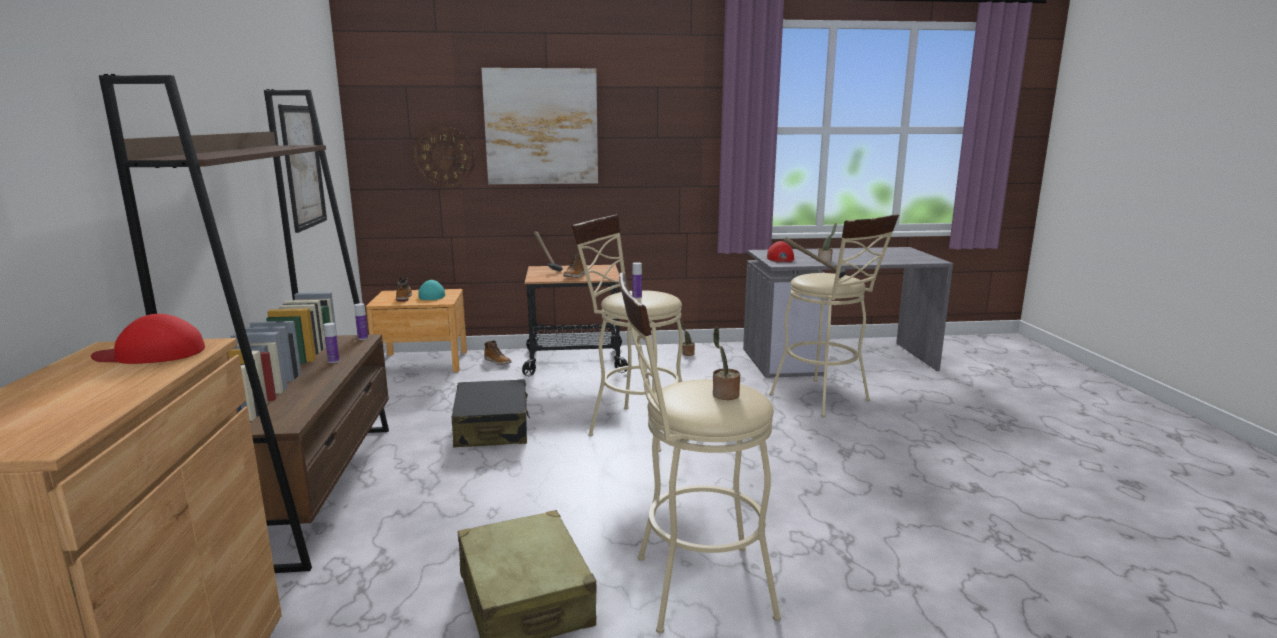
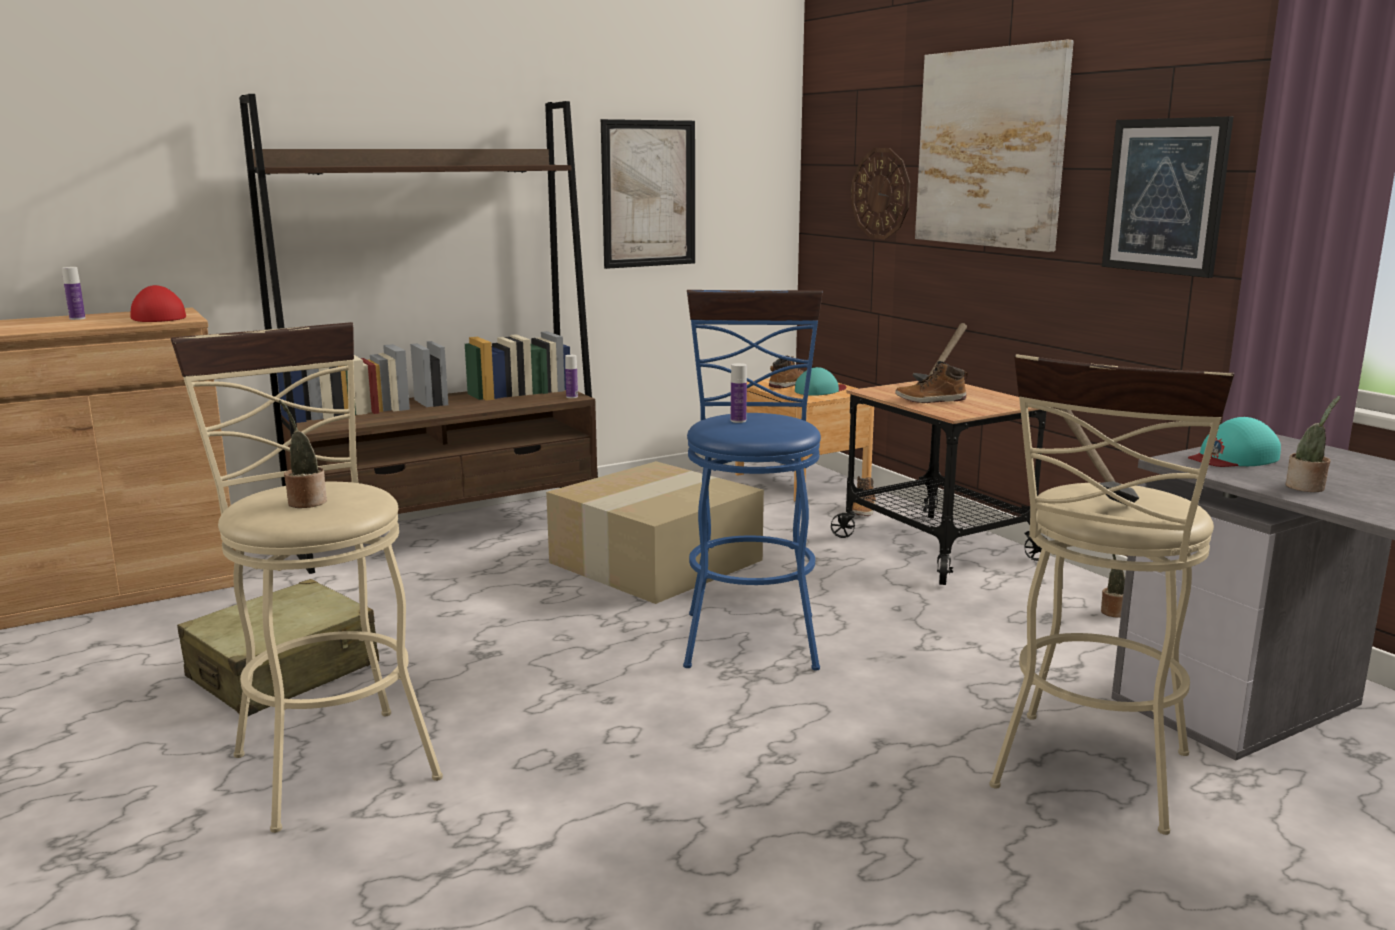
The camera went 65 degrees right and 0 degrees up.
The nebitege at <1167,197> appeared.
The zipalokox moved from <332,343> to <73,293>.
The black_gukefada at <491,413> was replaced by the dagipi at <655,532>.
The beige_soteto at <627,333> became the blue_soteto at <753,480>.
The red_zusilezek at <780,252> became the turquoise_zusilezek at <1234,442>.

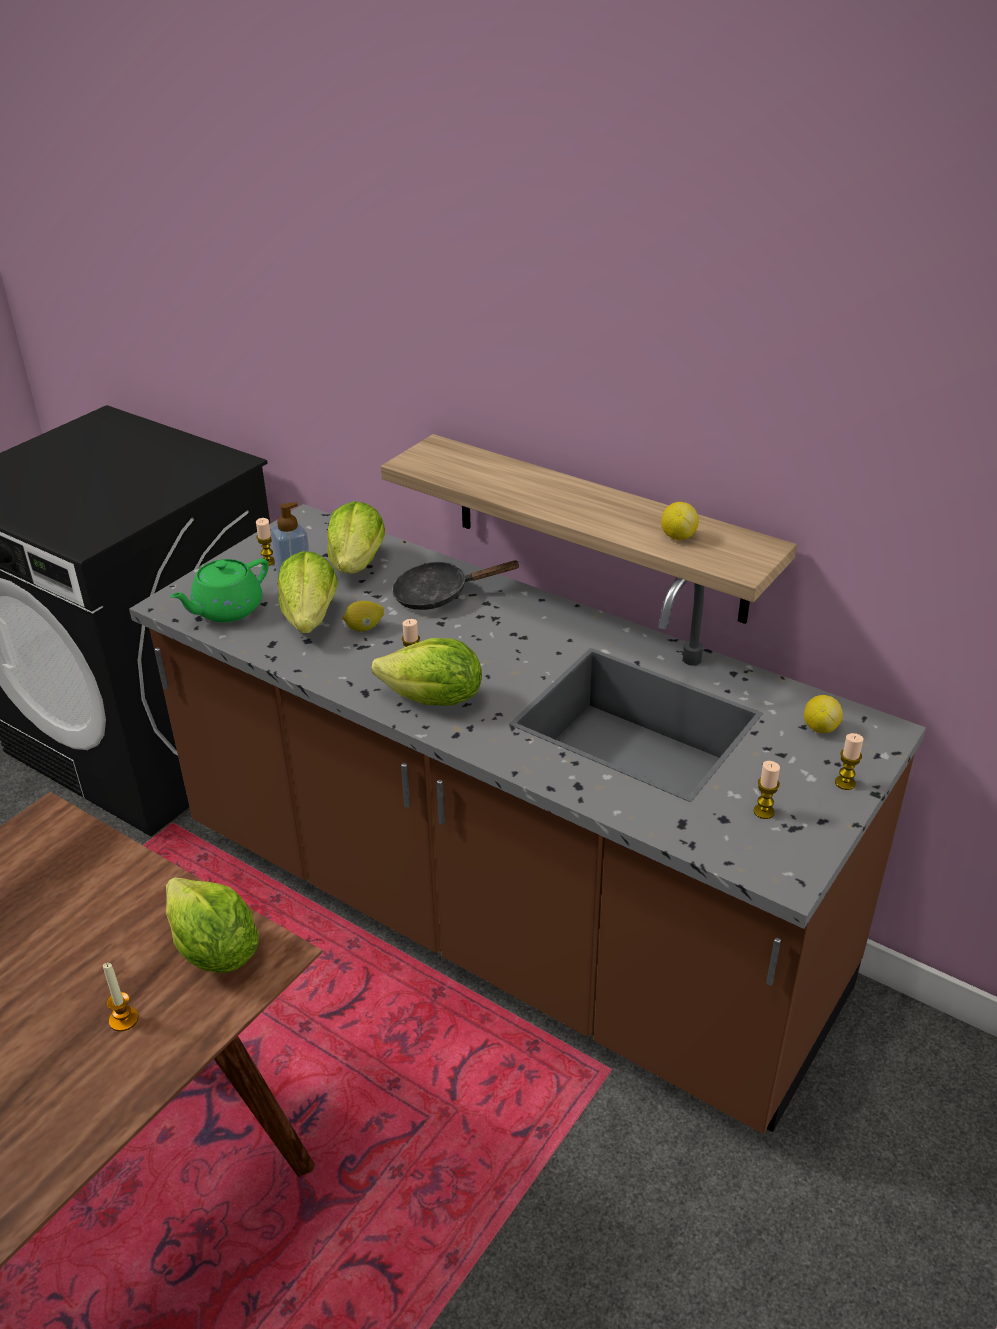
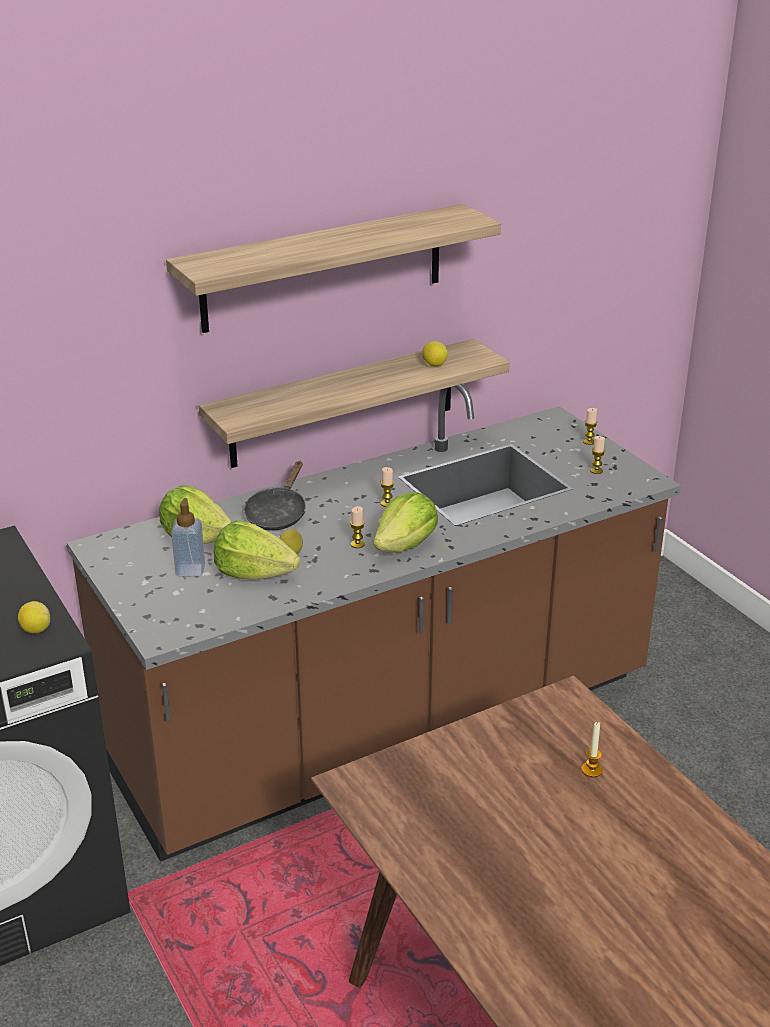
The camera went 65 degrees left and 5 degrees down.
The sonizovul at <212,925> disappeared.
The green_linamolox at <219,590> disappeared.
The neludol at <333,268> appeared.
The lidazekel moved from <265,542> to <387,487>.
The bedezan moved from <823,714> to <34,617>.

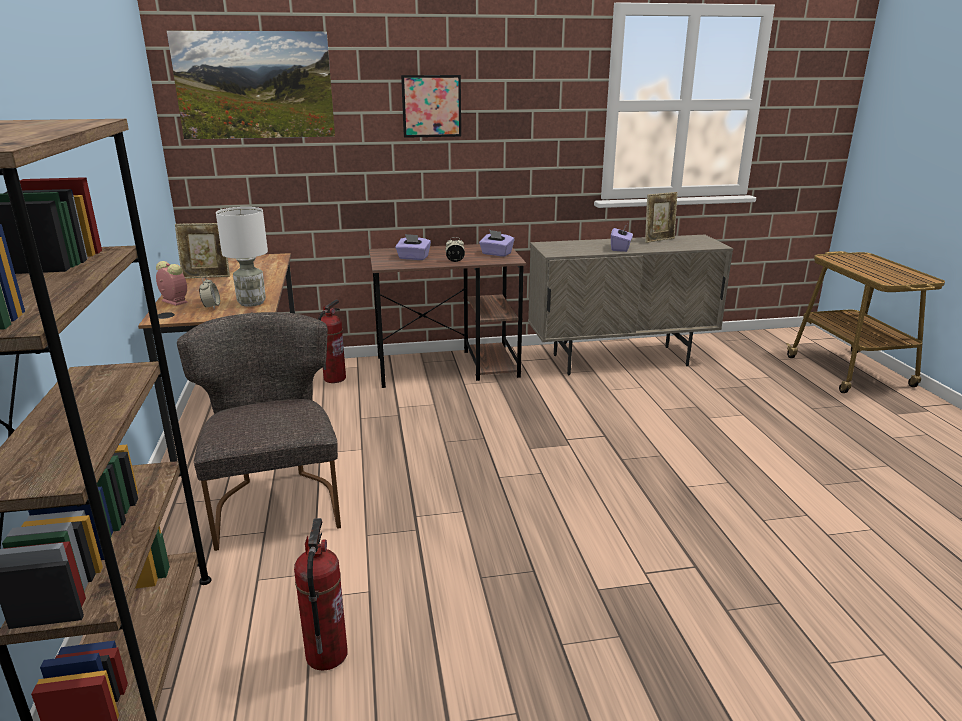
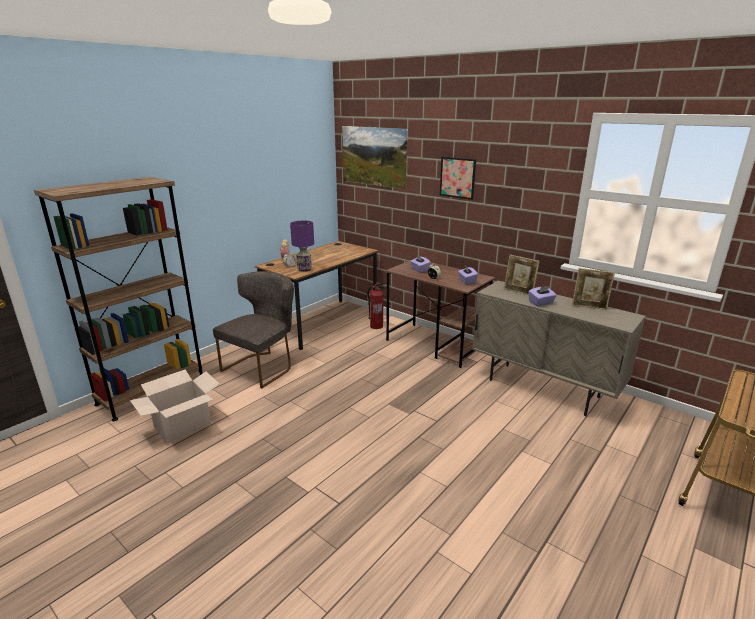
The camera went 50 degrees right and 0 degrees up.
The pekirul moved from <202,251> to <521,274>.
The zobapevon at <321,594> was replaced by the dagipi at <174,406>.
The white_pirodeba at <242,257> became the purple_pirodeba at <302,246>.

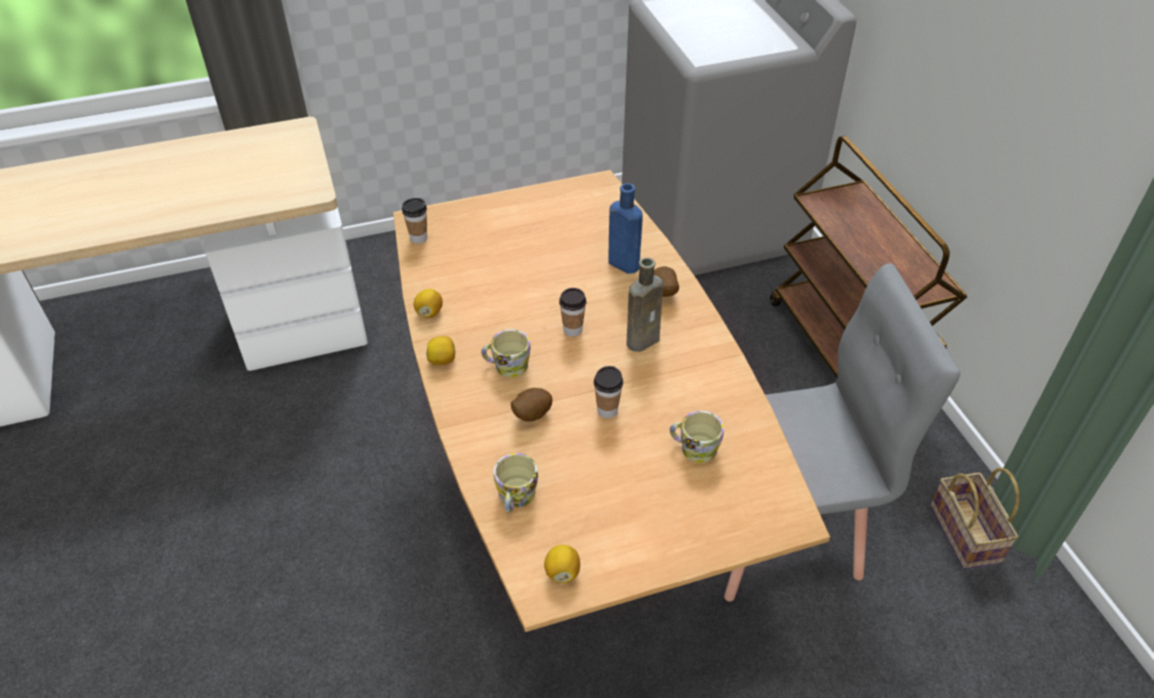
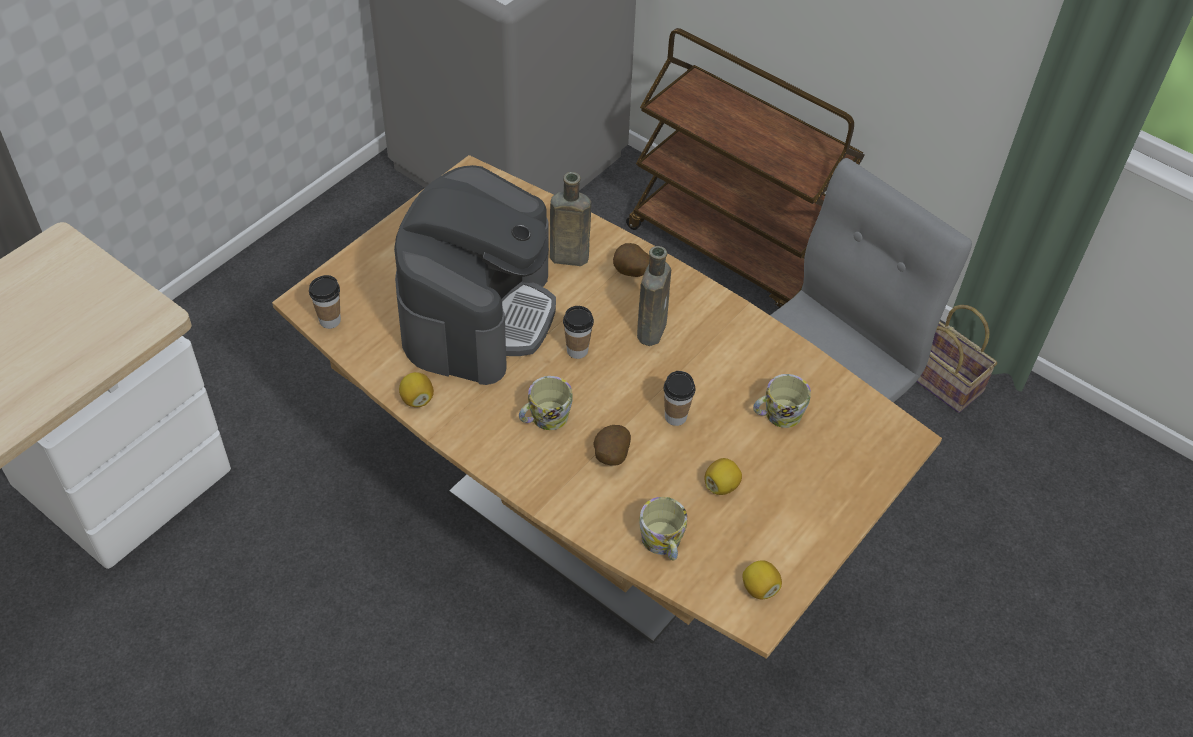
The camera went 35 degrees left and 5 degrees up.
The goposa at <475,275> appeared.
The bedezan moved from <440,350> to <723,476>.
The blue_zipalokox at <625,228> became the brown_zipalokox at <570,219>.

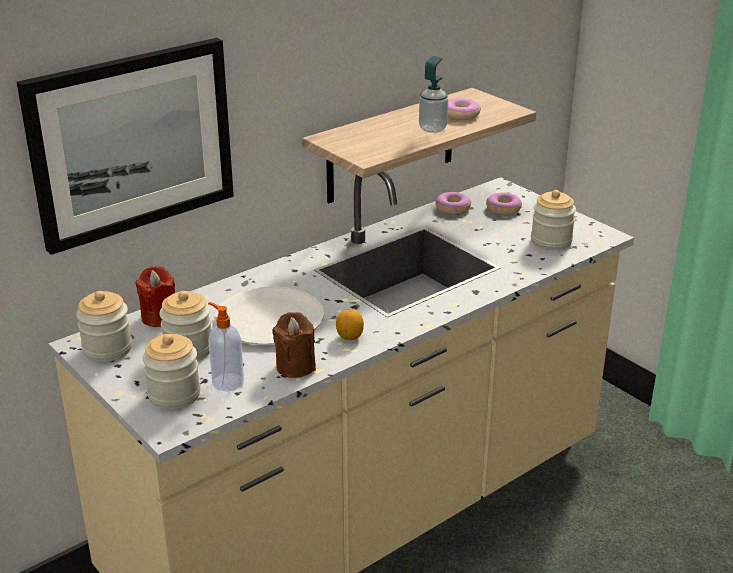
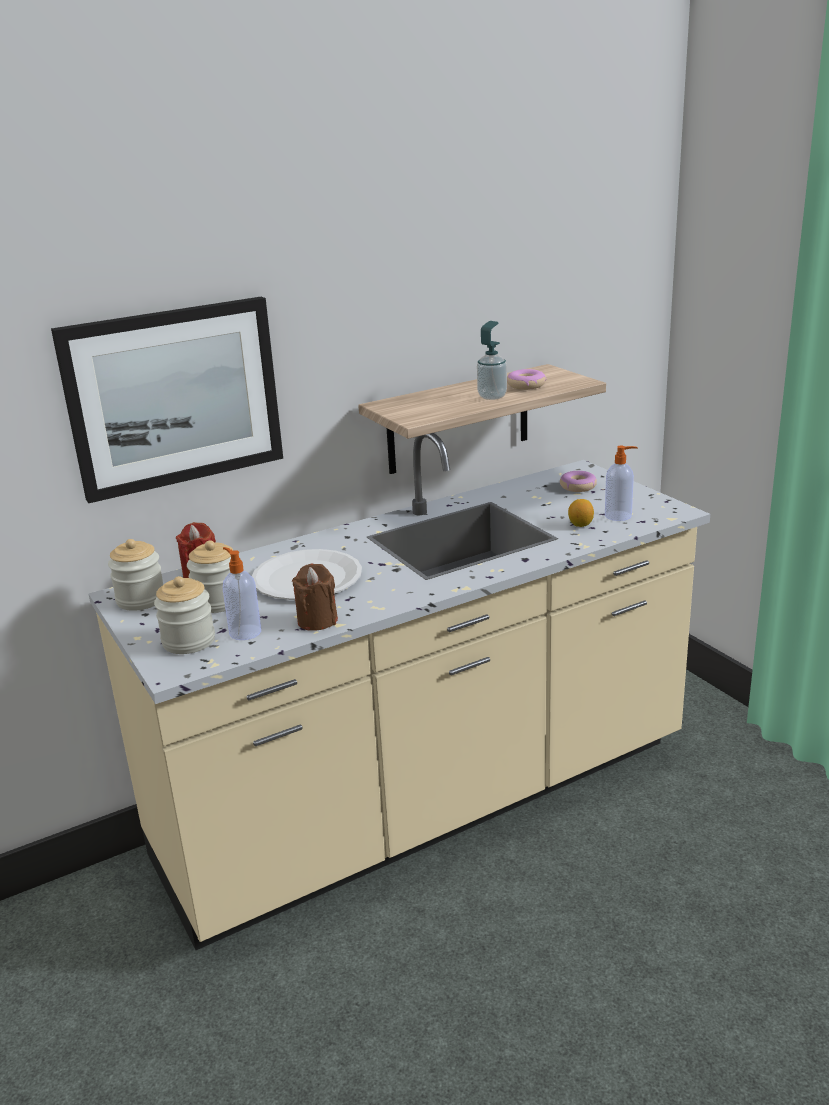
The camera went 10 degrees right and 5 degrees down.
The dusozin at <453,203> disappeared.
The bedezan moved from <350,325> to <581,513>.
The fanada at <553,220> was replaced by the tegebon at <621,483>.

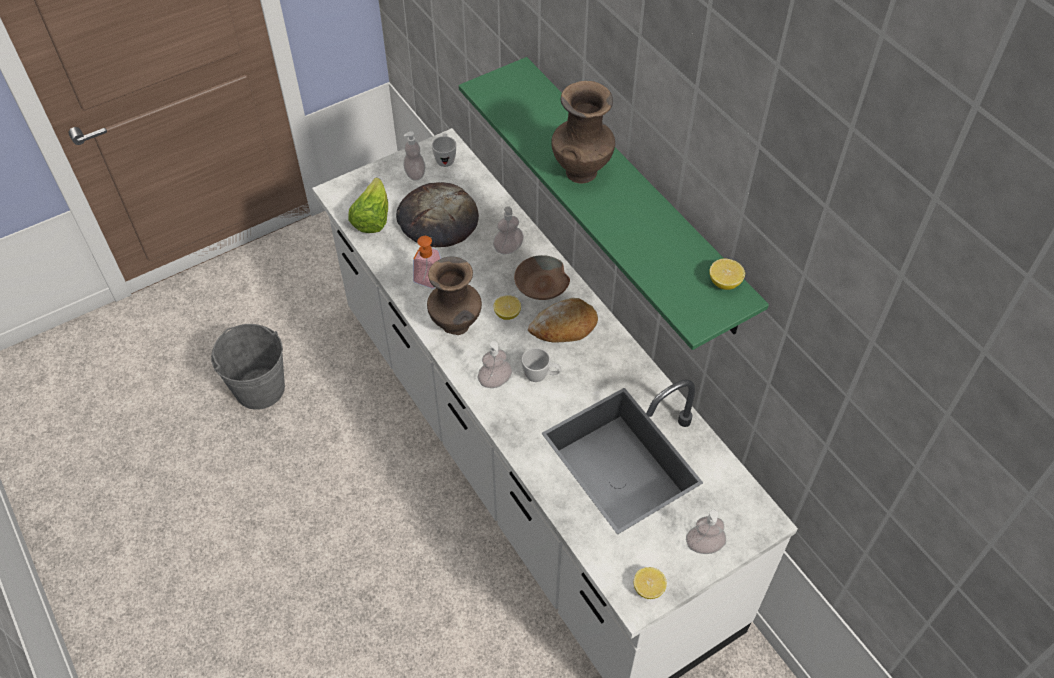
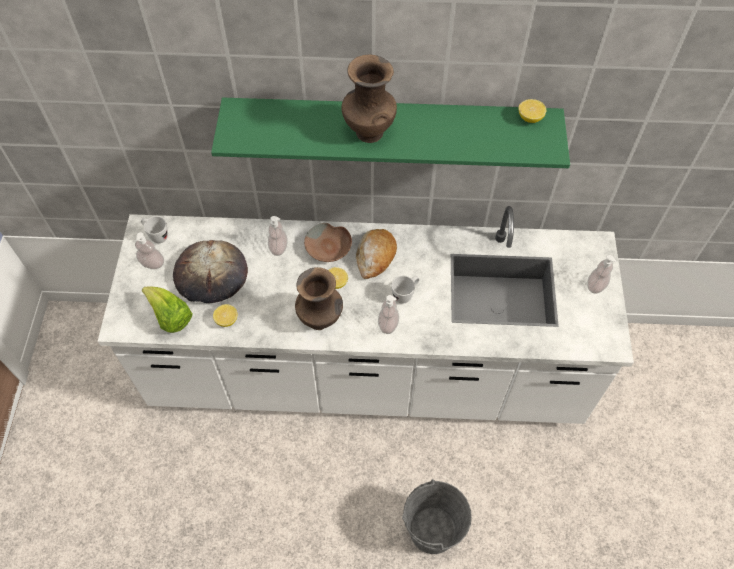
The camera went 55 degrees left and 5 degrees up.
The tegebon at <427,262> disappeared.
The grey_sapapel moved from <248,367> to <437,516>.
The bedezan moved from <650,583> to <225,315>.

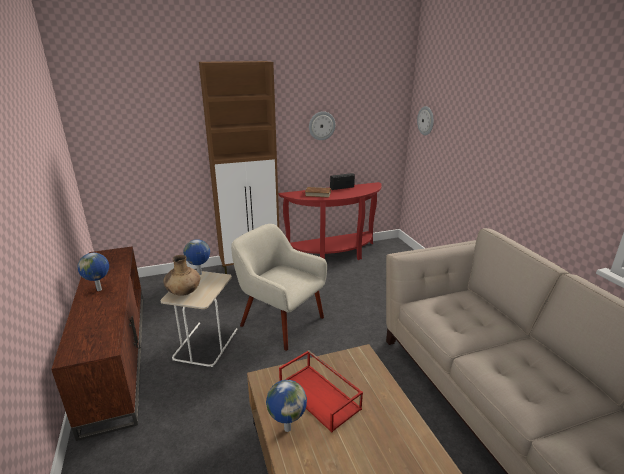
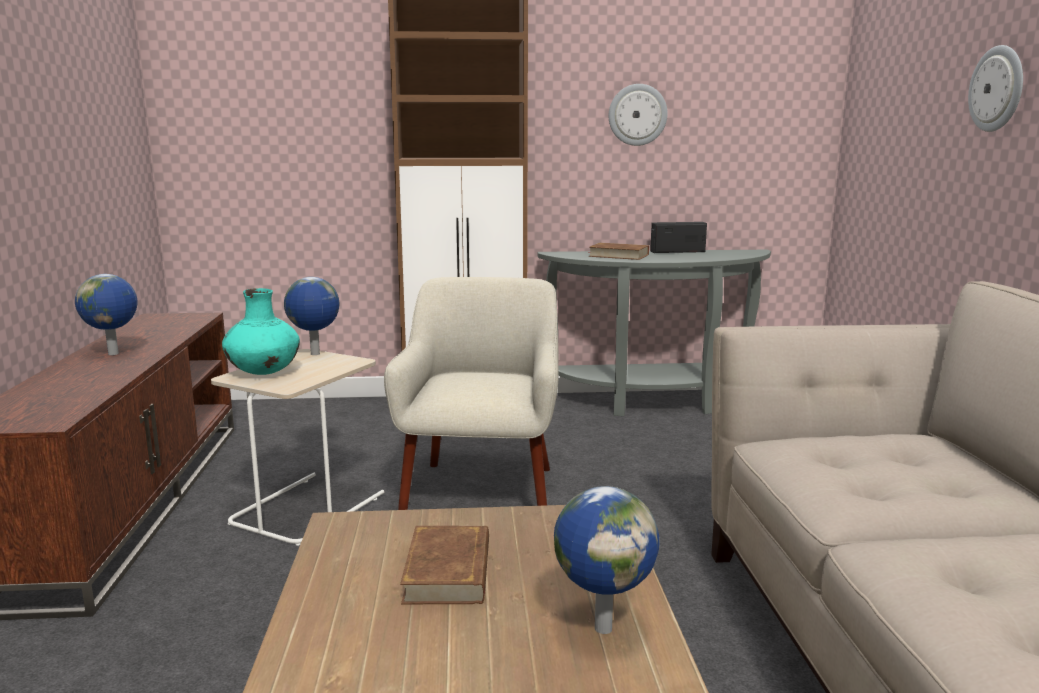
The camera went 15 degrees right and 10 degrees down.
The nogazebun moved from <286,406> to <607,560>.
The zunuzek moved from <425,120> to <995,88>.
The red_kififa at <321,391> was replaced by the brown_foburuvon at <444,564>.
The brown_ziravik at <181,275> became the turquoise_ziravik at <261,331>.
The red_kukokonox at <330,221> became the grey_kukokonox at <654,333>.
The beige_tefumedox at <279,287> turned 45 degrees clockwise.

